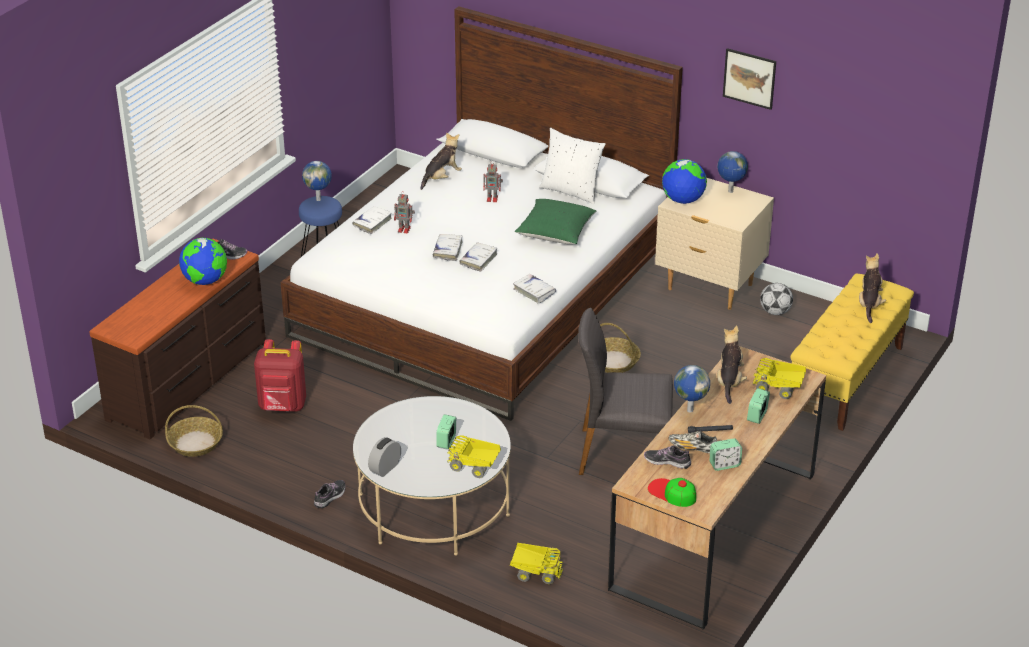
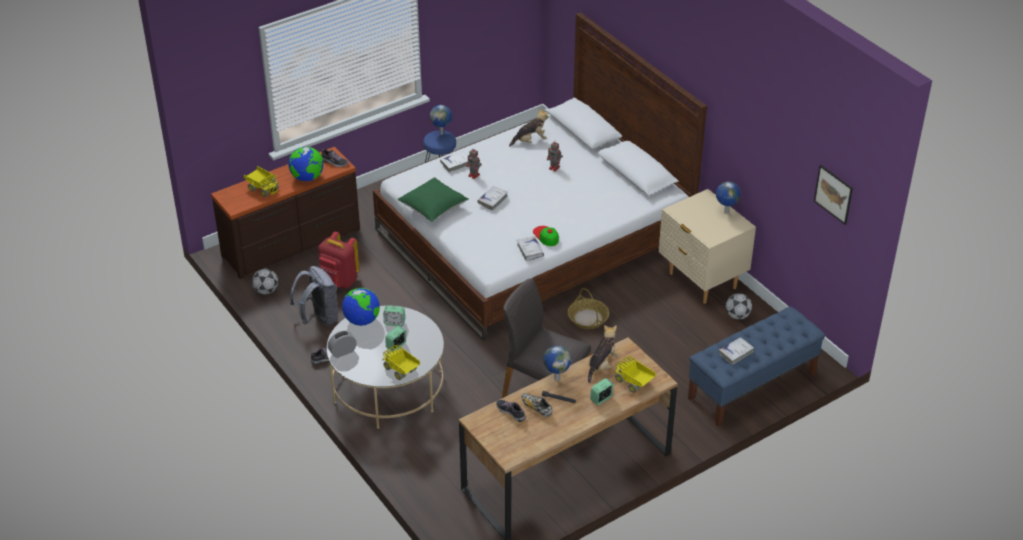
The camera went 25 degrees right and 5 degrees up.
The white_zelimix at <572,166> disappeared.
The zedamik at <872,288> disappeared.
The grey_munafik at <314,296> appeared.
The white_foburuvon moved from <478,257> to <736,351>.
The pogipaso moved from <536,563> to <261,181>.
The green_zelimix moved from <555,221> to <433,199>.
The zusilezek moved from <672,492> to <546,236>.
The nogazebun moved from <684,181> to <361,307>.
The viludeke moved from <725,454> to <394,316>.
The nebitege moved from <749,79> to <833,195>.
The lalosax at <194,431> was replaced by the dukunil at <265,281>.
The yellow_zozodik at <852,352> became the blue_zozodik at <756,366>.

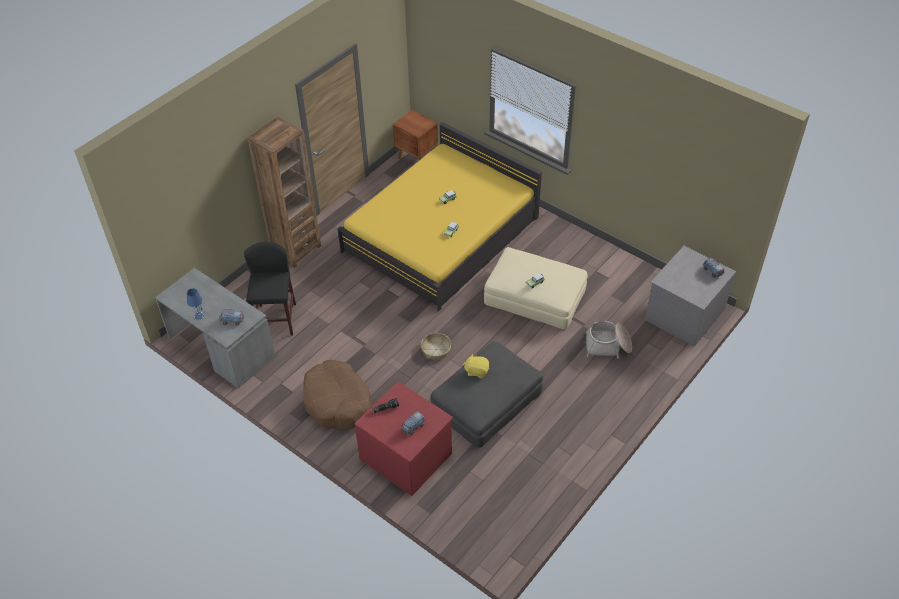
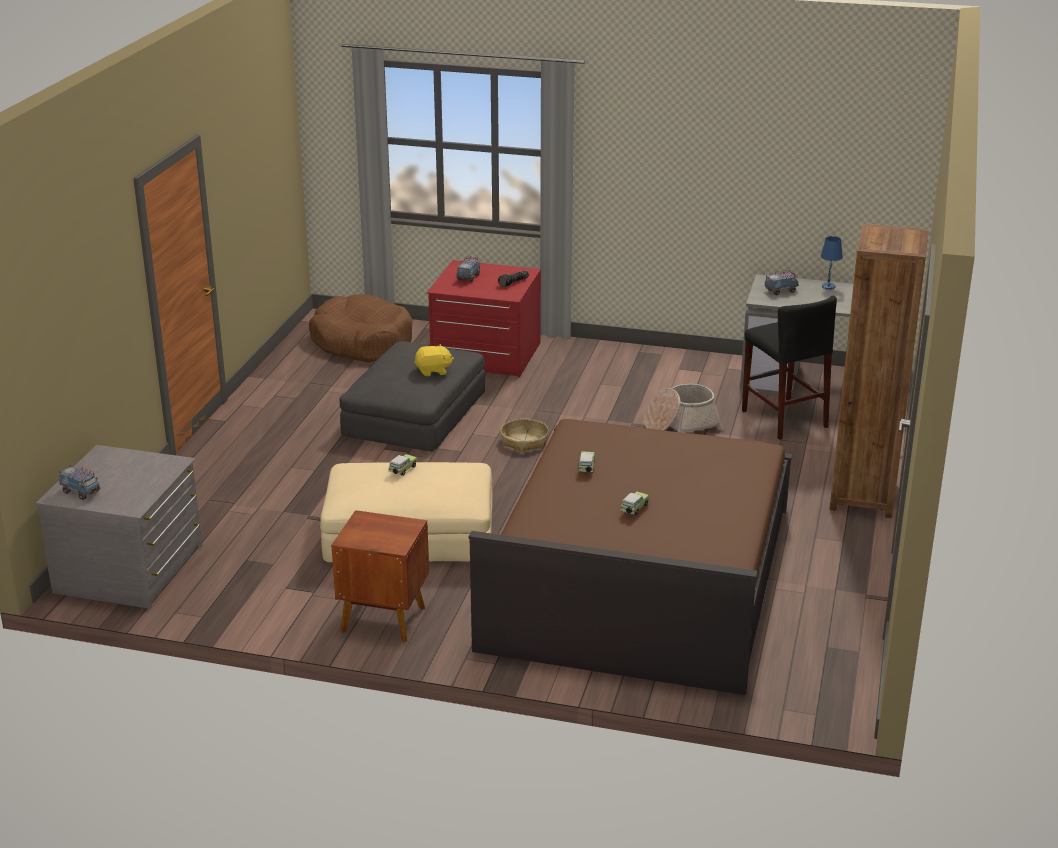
The camera went 155 degrees right and 20 degrees down.
The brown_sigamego moved from <337,395> to <360,328>.
The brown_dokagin moved from <415,135> to <380,576>.
The lalosax moved from <609,340> to <683,408>.
The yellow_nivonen at <439,217> became the brown_nivonen at <630,557>.

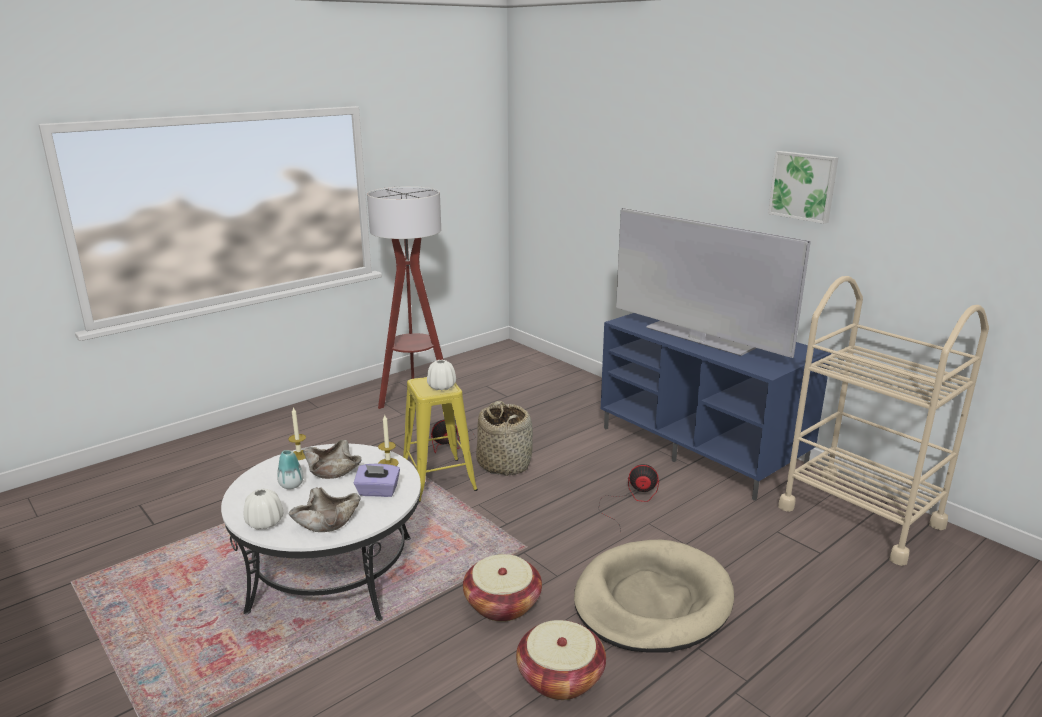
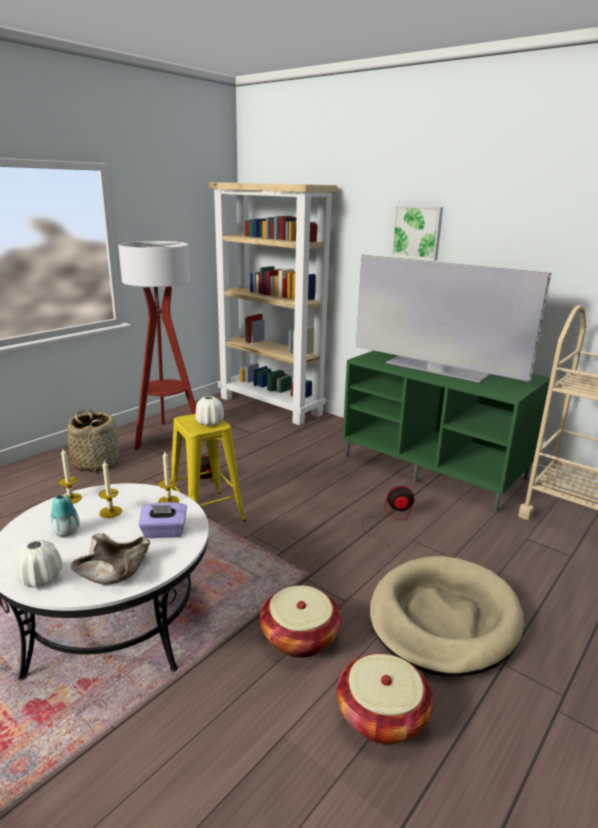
The camera went 10 degrees left and 0 degrees up.
The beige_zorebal at <273,303> appeared.
The lalosax moved from <504,438> to <93,440>.
The nebitege moved from <803,187> to <417,233>.
The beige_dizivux at <332,459> was replaced by the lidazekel at <110,489>.
The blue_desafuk at <716,407> became the green_desafuk at <446,431>.

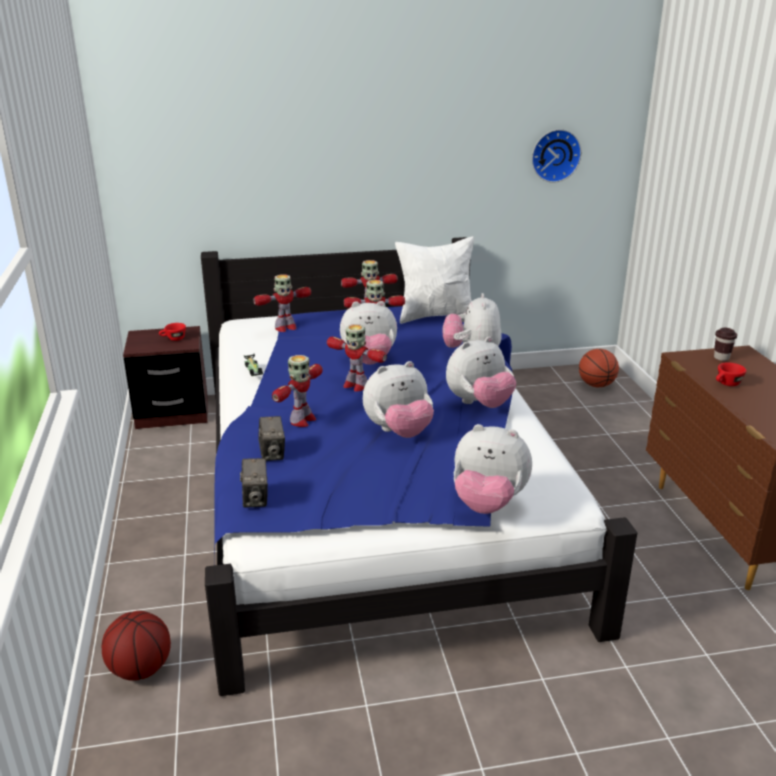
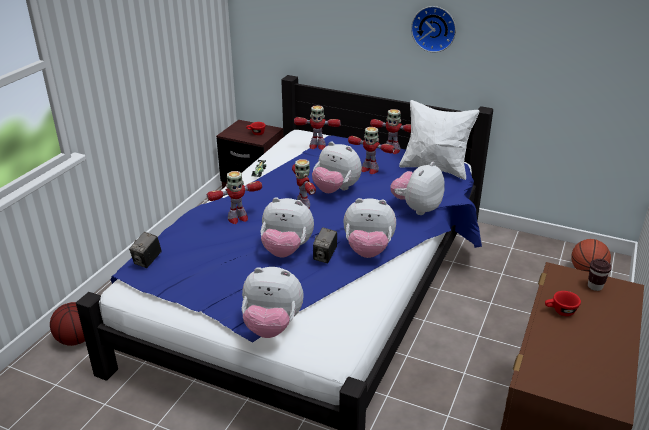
The camera went 35 degrees right and 5 degrees up.
The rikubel moved from <271,438> to <325,245>.
The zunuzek moved from <557,156> to <433,29>.
The zedamik at <493,469> turned 45 degrees counterclockwise.

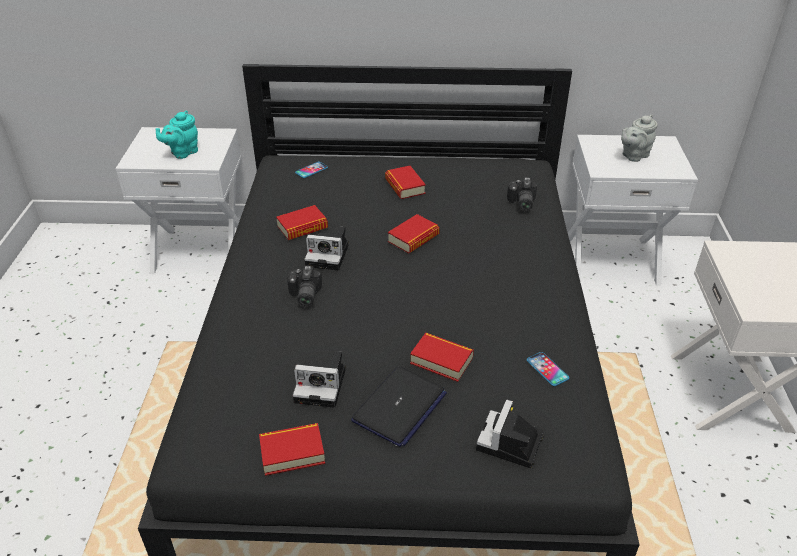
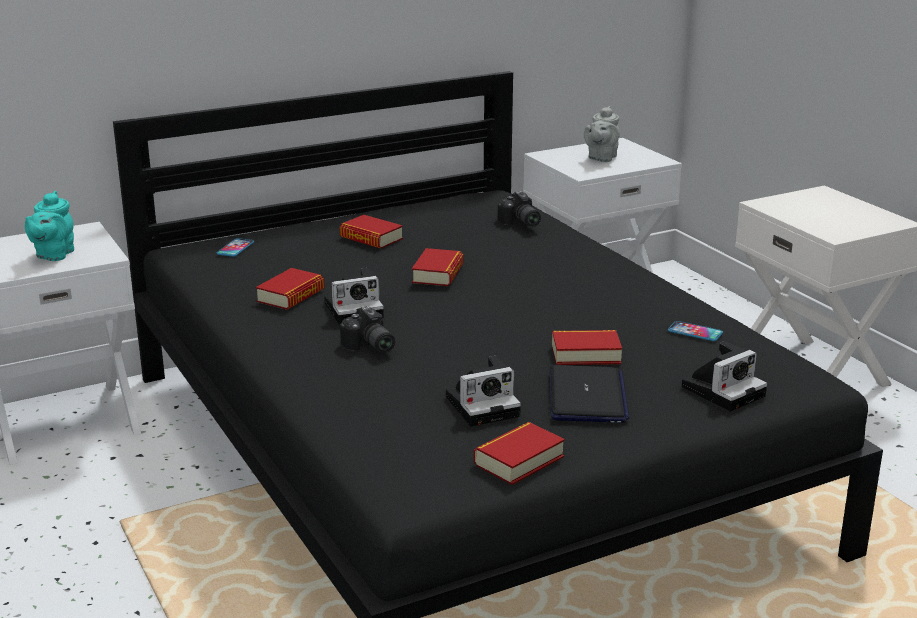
The camera went 30 degrees left and 15 degrees down.
The rikubel at <509,433> turned 120 degrees counterclockwise.

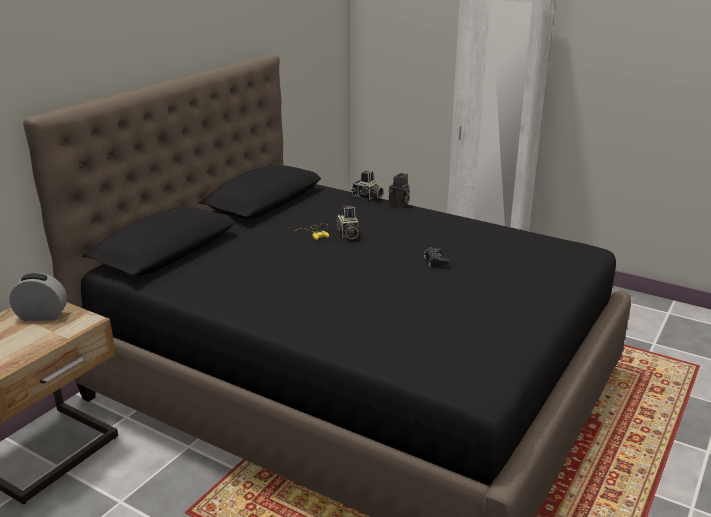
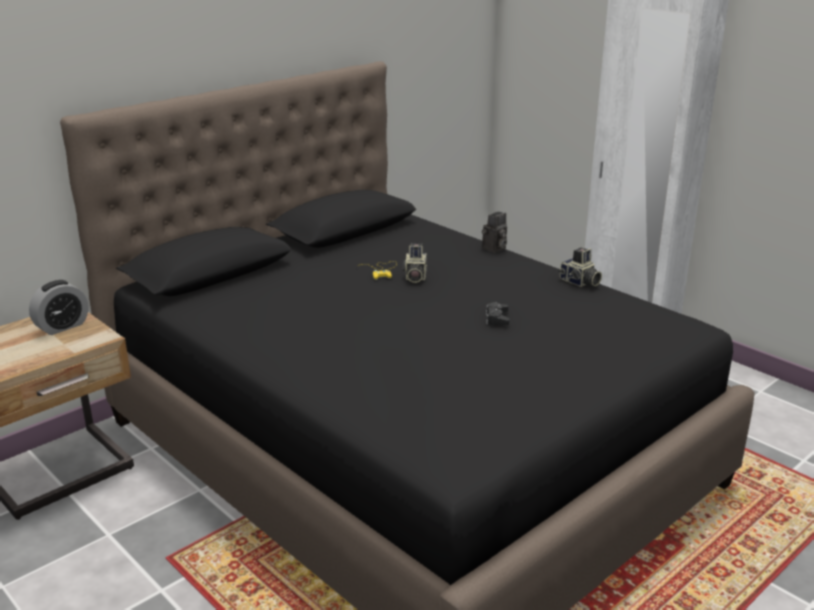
The camera went 15 degrees right and 0 degrees up.
The rikubel moved from <367,185> to <580,267>.
The viludeke at <38,297> turned 120 degrees clockwise.

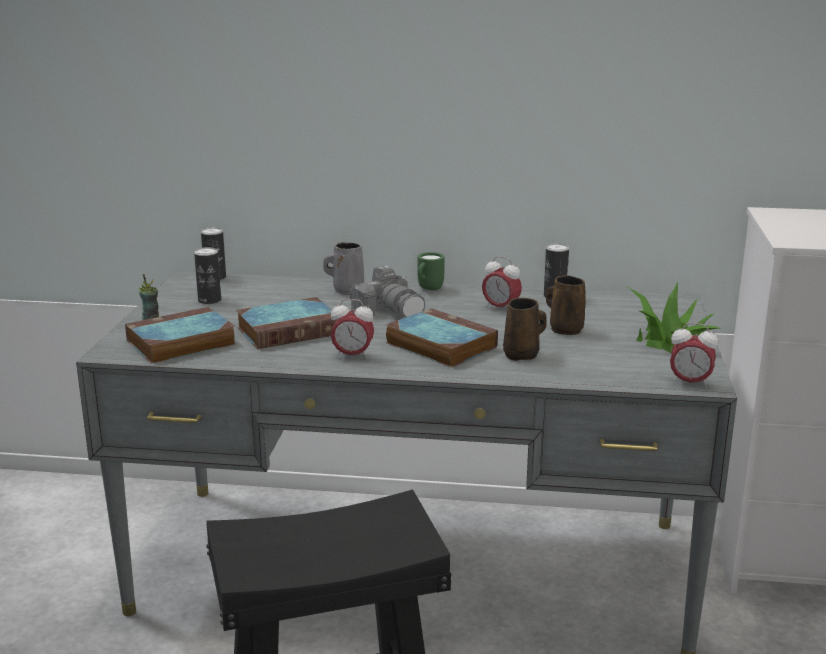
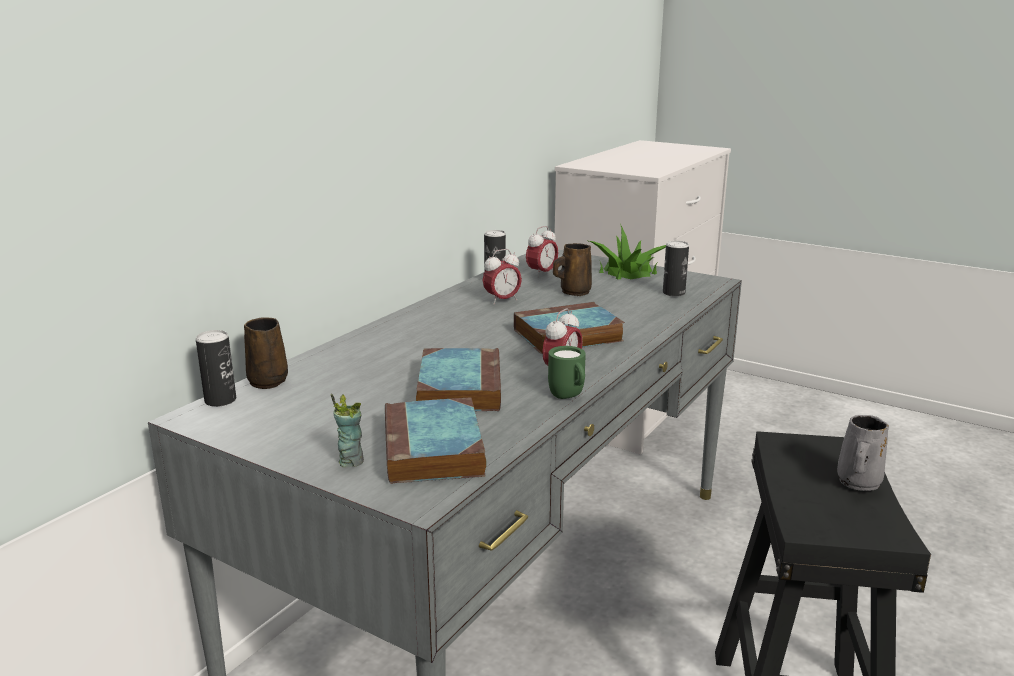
The camera went 65 degrees left and 0 degrees up.
The rikubel at <387,292> disappeared.
The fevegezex moved from <207,275> to <676,269>.
The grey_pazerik moved from <343,268> to <863,453>.
The green_pazerik moved from <431,271> to <567,372>.
The brown_pazerik moved from <525,329> to <266,353>.
The viludeke moved from <694,355> to <542,252>.

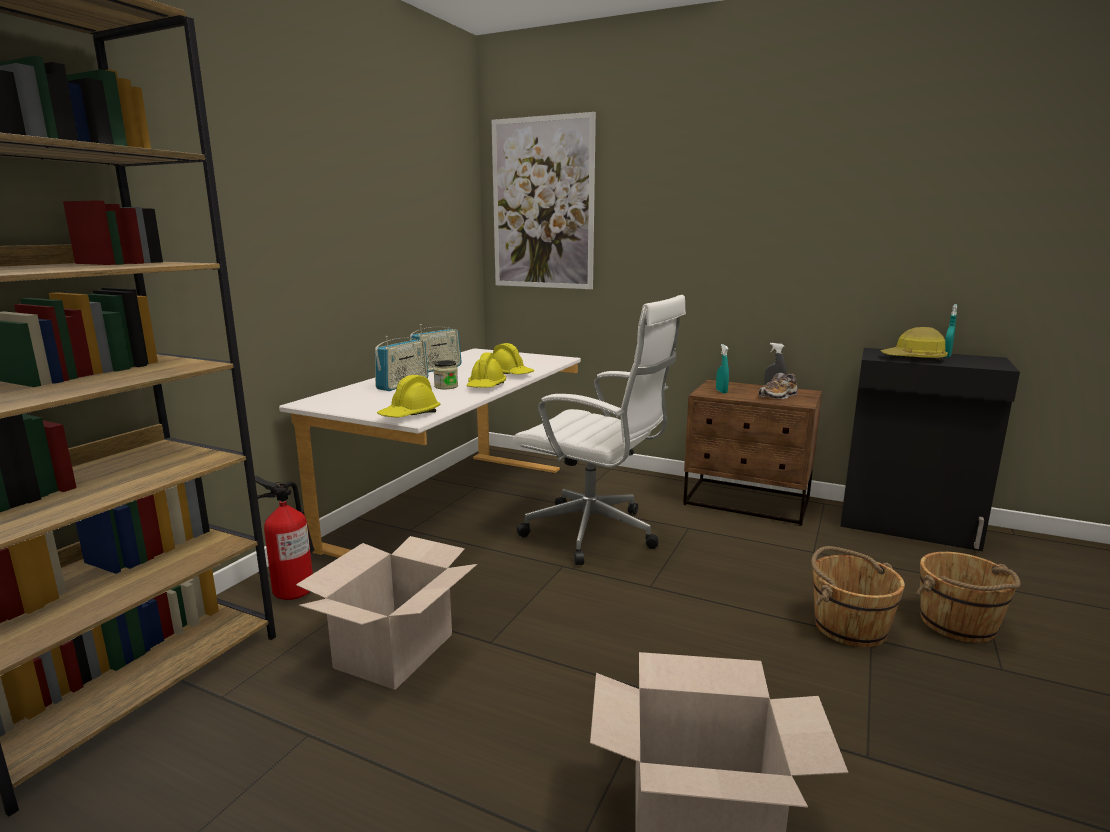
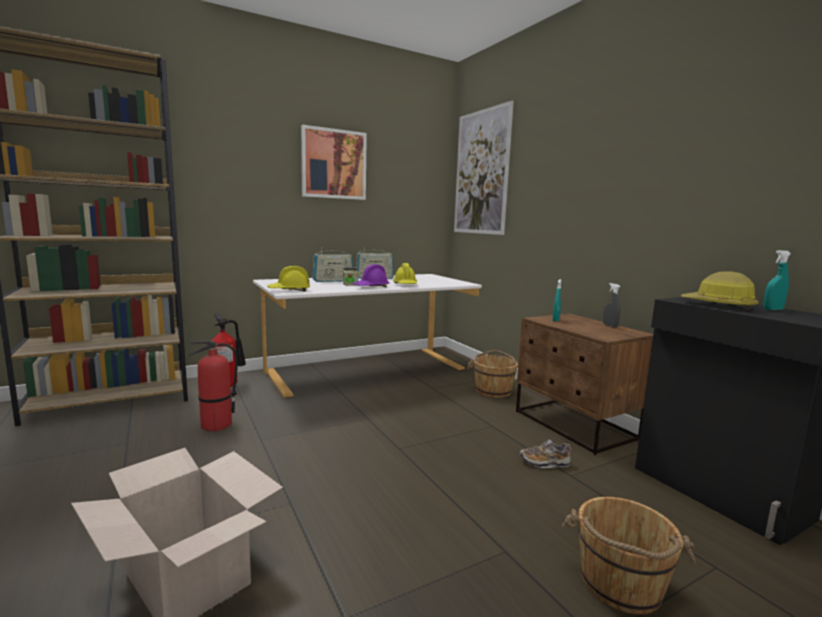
The camera went 35 degrees right and 5 degrees down.
The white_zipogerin at <599,430> disappeared.
The nebitege at <334,162> appeared.
The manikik moved from <778,386> to <546,453>.
The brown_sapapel moved from <858,596> to <492,374>.
The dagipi at <386,613> was replaced by the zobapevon at <213,386>.
The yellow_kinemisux at <486,370> became the purple_kinemisux at <371,275>.

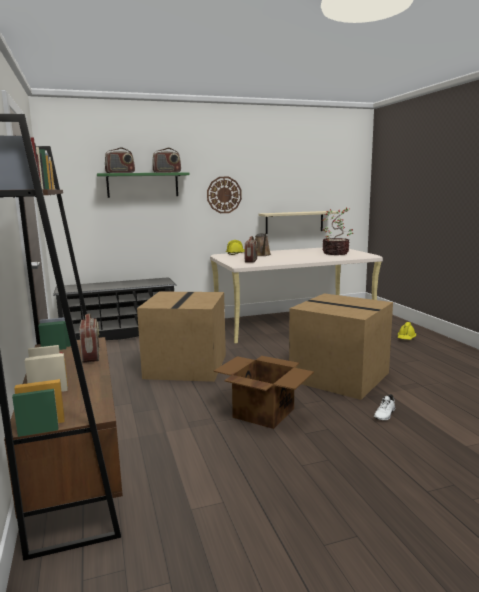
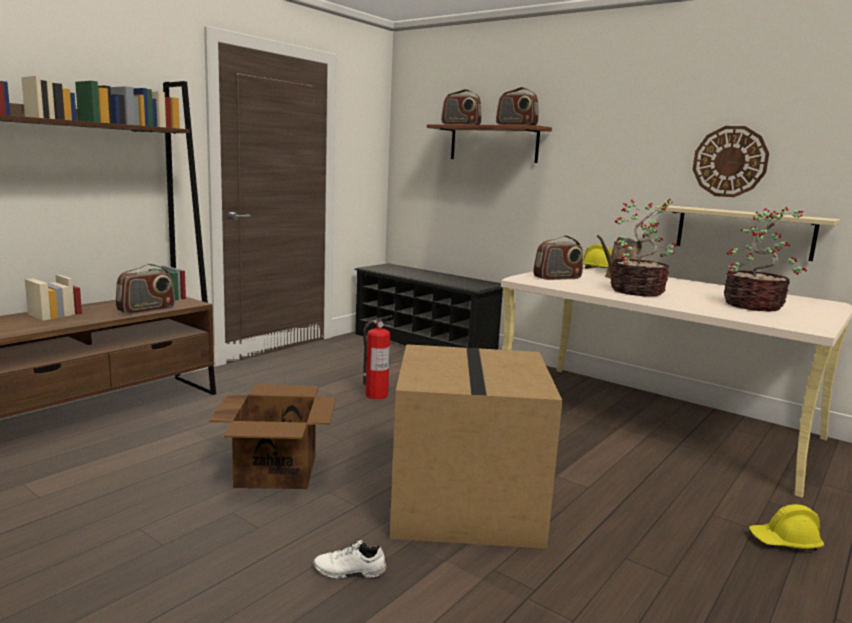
The camera went 55 degrees right and 0 degrees up.
The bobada at <643,247> appeared.
The zunuzek moved from <224,195> to <731,161>.
The dagipi at <181,336> was replaced by the zobapevon at <378,357>.
The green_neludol at <143,185> became the brown_neludol at <489,143>.

